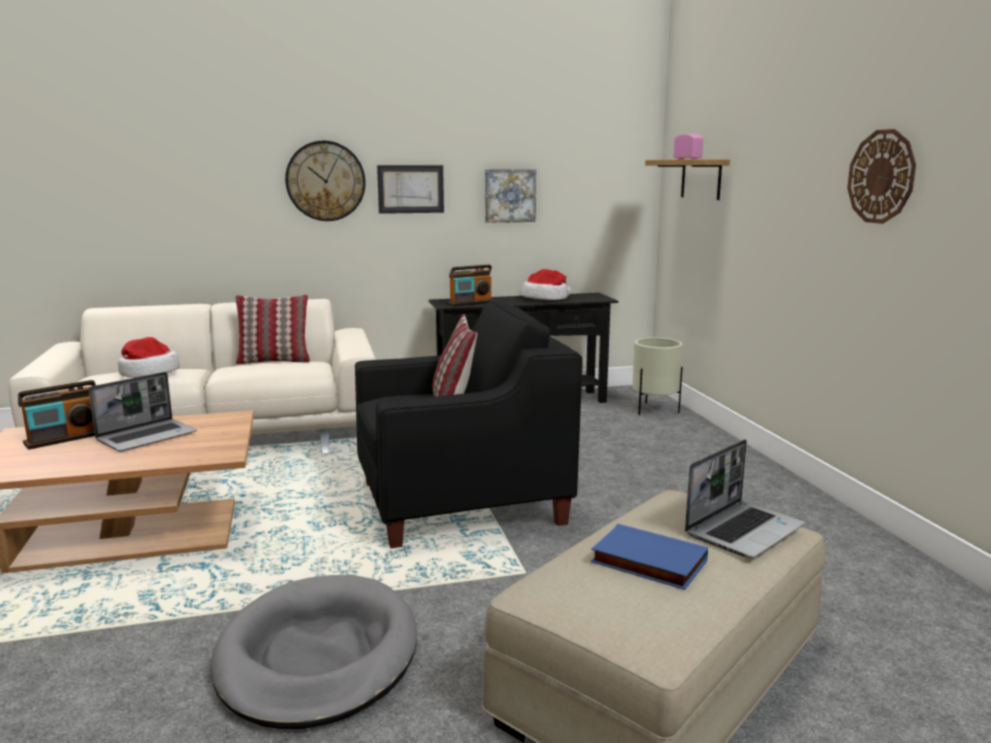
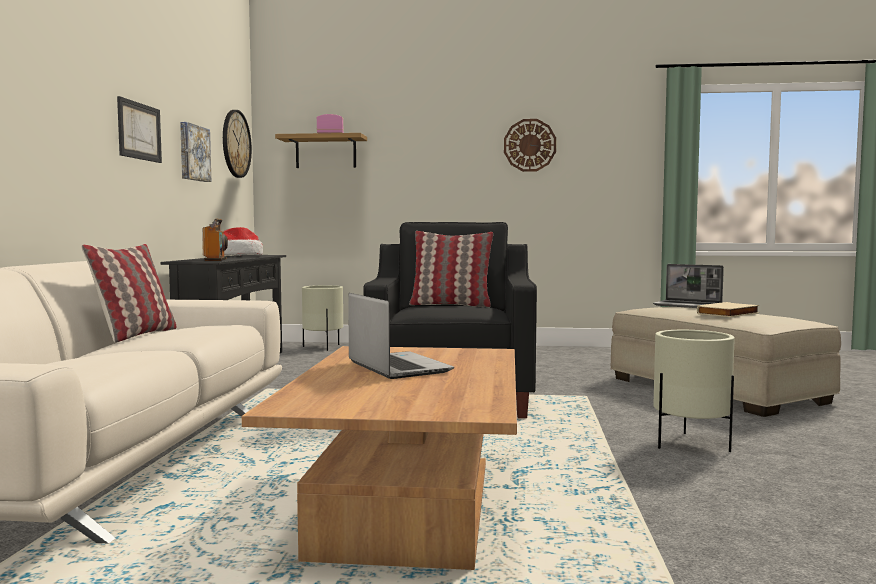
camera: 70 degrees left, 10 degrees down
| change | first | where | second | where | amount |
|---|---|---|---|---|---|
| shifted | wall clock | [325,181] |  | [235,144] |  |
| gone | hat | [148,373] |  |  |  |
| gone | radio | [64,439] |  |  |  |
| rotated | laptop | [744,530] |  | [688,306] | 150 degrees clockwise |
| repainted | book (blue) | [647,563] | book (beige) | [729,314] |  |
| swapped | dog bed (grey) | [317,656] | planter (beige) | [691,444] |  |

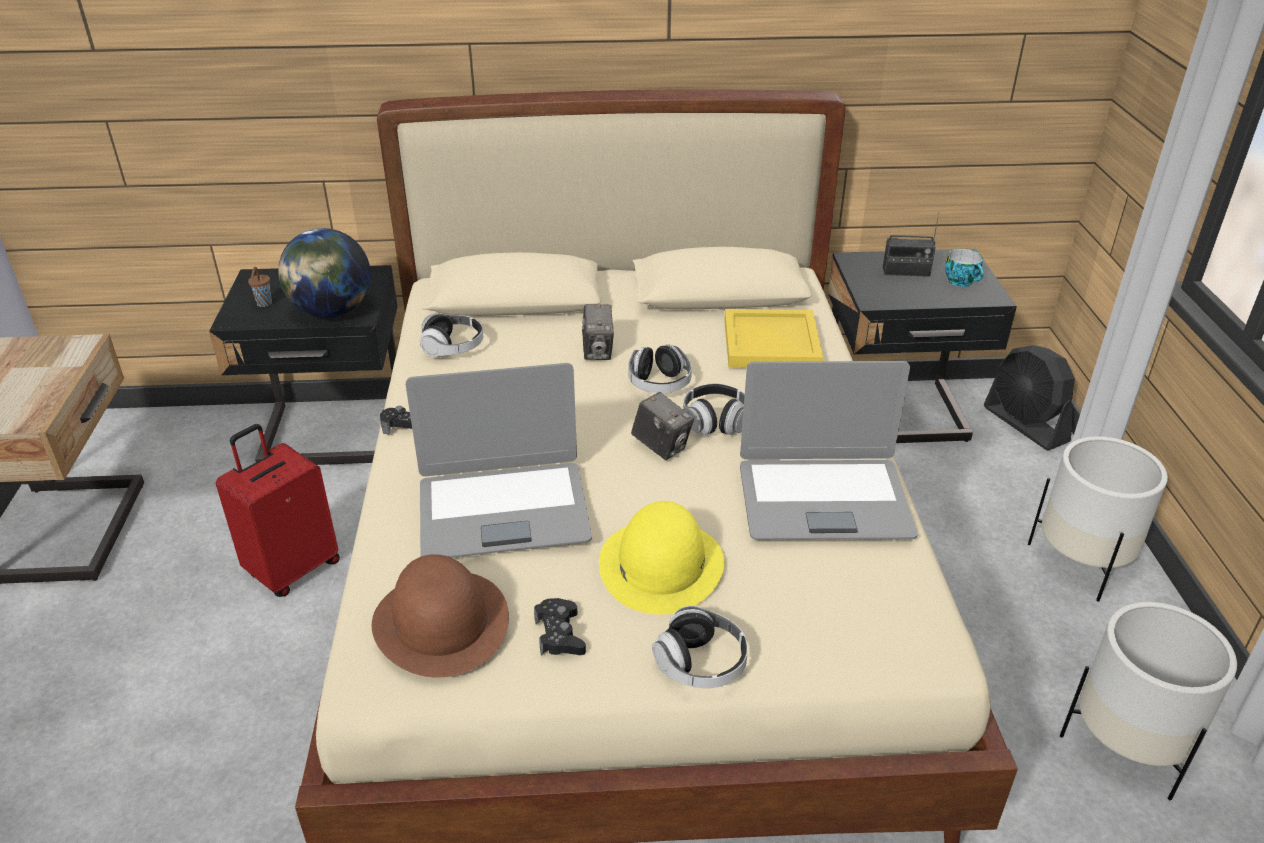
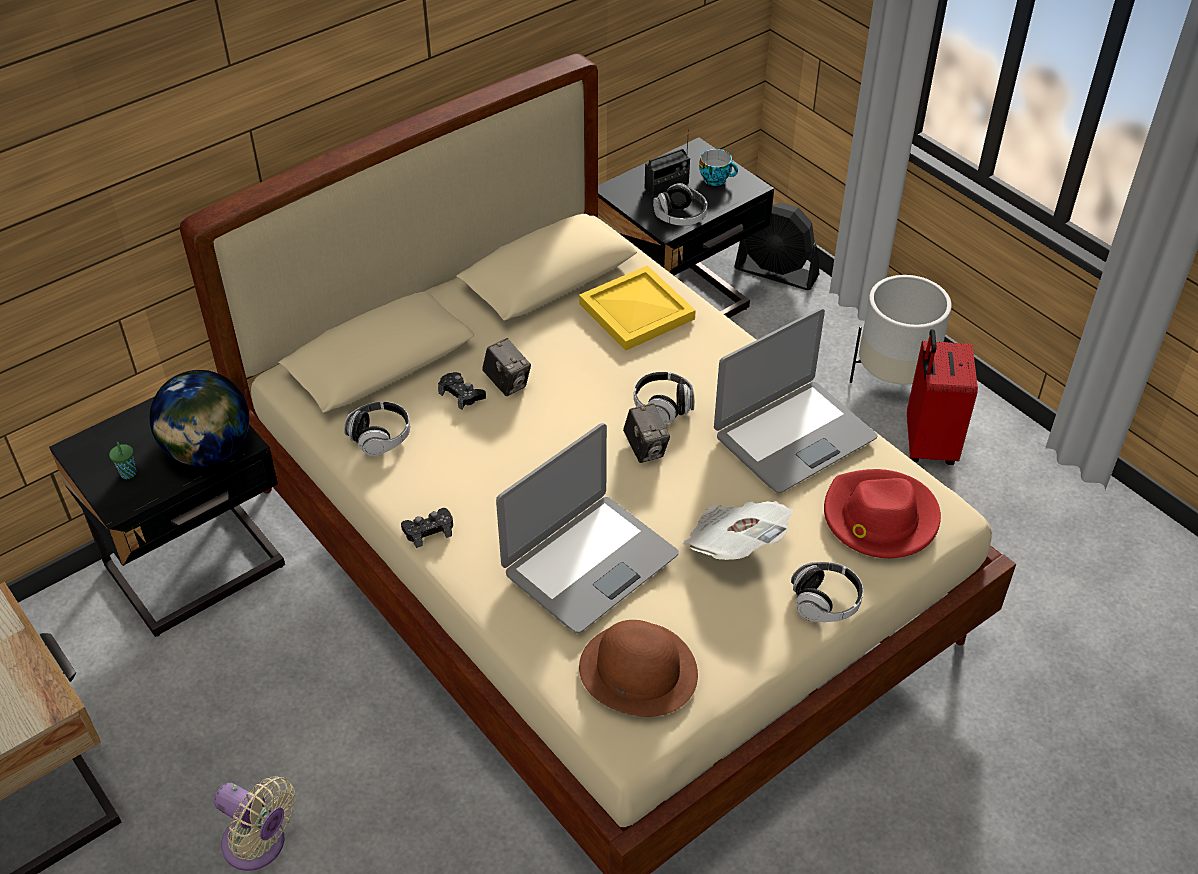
camera: 35 degrees left, 10 degrees up
| change | first | where | second | where | amount |
|---|---|---|---|---|---|
| repainted | cup (brown) | [264,304] | cup (green) | [128,474] |  |
| shifted | headphones | [659,384] |  | [680,217] |  |
| rotated | photo camera | [661,446] |  | [645,449] | 60 degrees clockwise |
| shifted | suitcase (red) | [293,568] |  | [927,444] |  |
| swapped | hat (yellow) | [661,564] | newspaper | [735,545] |  |
| shifted | game controller (black) | [559,634] |  | [461,394] |  |
| gone | planter (white) | [1126,747] |  |  |  |
| new |  |  | hat (red) | [879,518] |  |
| new |  |  | fan (beige) | [259,845] |  |

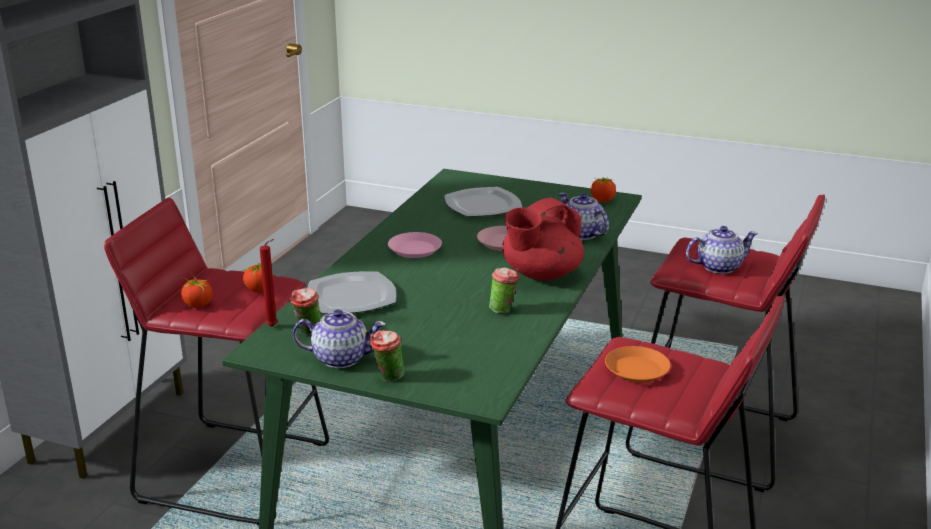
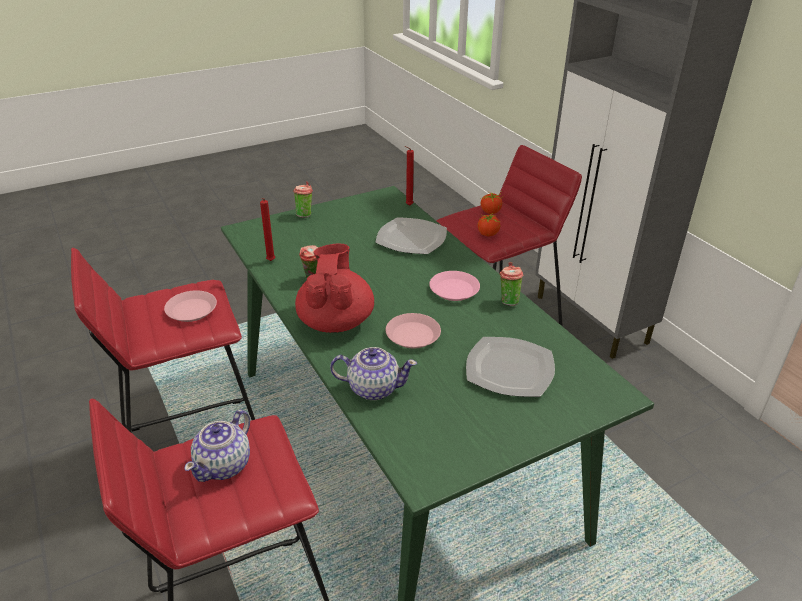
camera: 130 degrees right, 10 degrees up
| change | first | where | second | where | amount |
|---|---|---|---|---|---|
| gone | tomato | [602,200] |  |  |  |
| shifted | cup | [307,332] |  | [508,301] |  |
| gone | teapot | [340,358] |  |  |  |
| repainted | plate (orange) | [636,370] | plate (pink) | [191,310] |  |
| new |  |  | candle (red) | [270,261] |  |

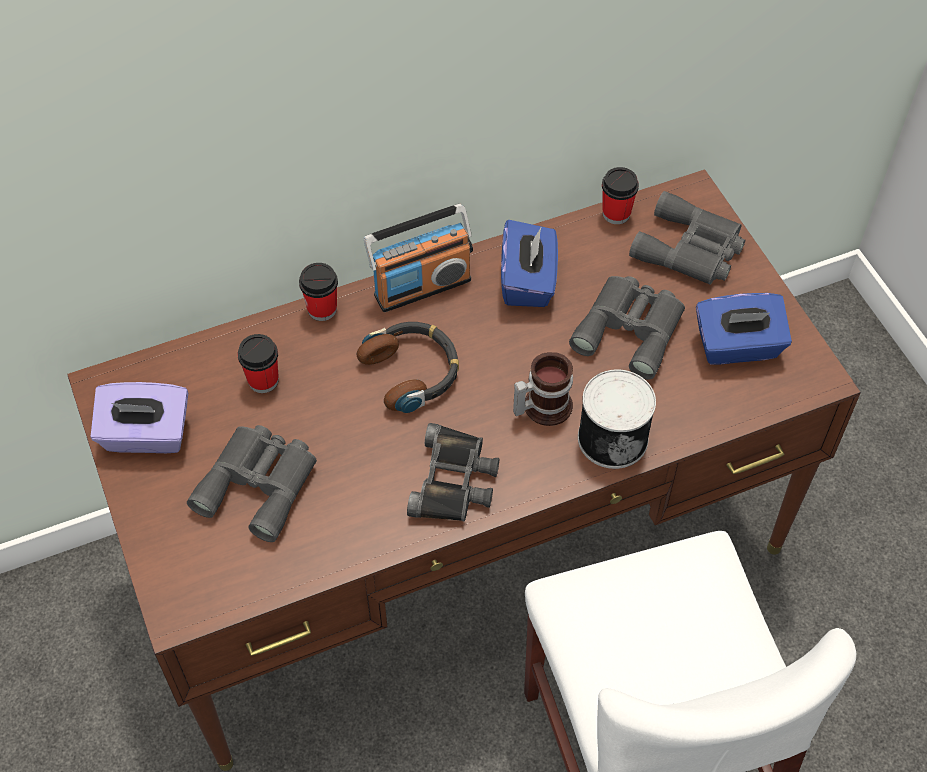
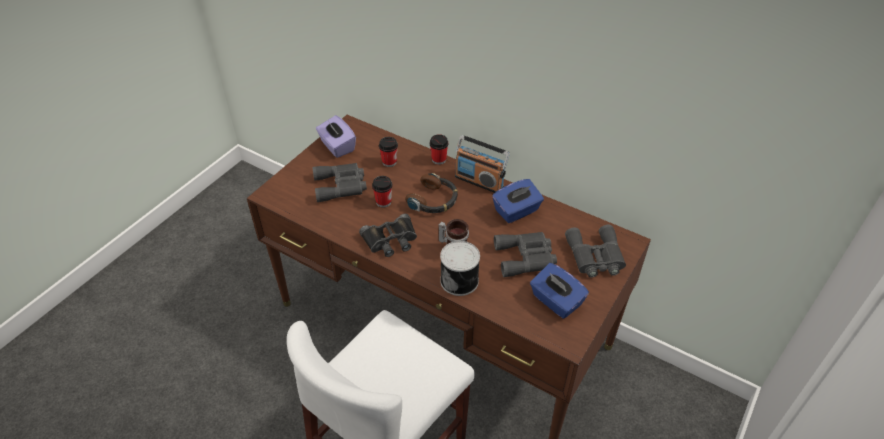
camera: 55 degrees right, 10 degrees down
| change | first | where | second | where | amount |
|---|---|---|---|---|---|
| shifted | cup | [616,213] |  | [383,202] |  |

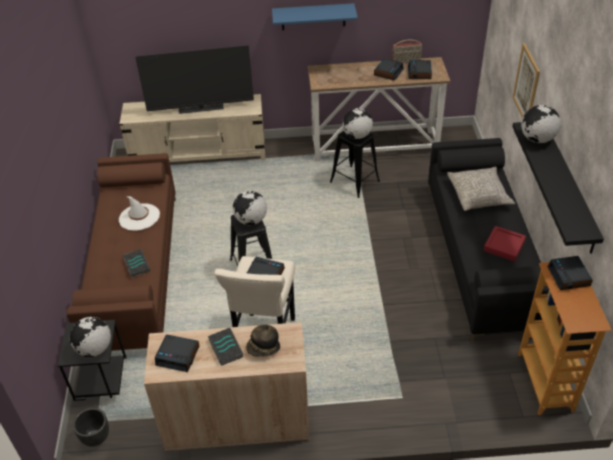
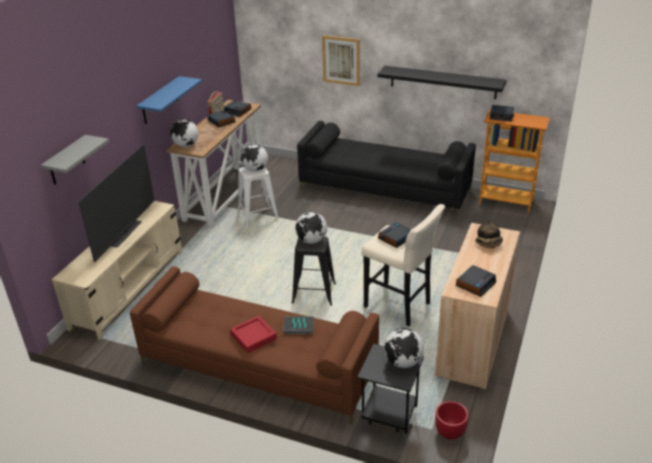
camera: 65 degrees left, 10 degrees down
| change | first | where | second | where | amount |
|---|---|---|---|---|---|
| shifted | globe | [537,139] |  | [186,145] |  |
| repainted | stool (black) | [354,181] | stool (white) | [258,216] |  |
| gone | pillow (grey) | [479,195] |  |  |  |
| gone | hat (white) | [139,217] |  |  |  |
| shifted | tray (red) | [504,246] |  | [253,337] |  |
| gone | book | [226,348] |  |  |  |
| repainted | planter (black) | [95,438] | planter (red) | [449,433] |  |
| new |  |  | shelf (grey) | [66,161] |  |

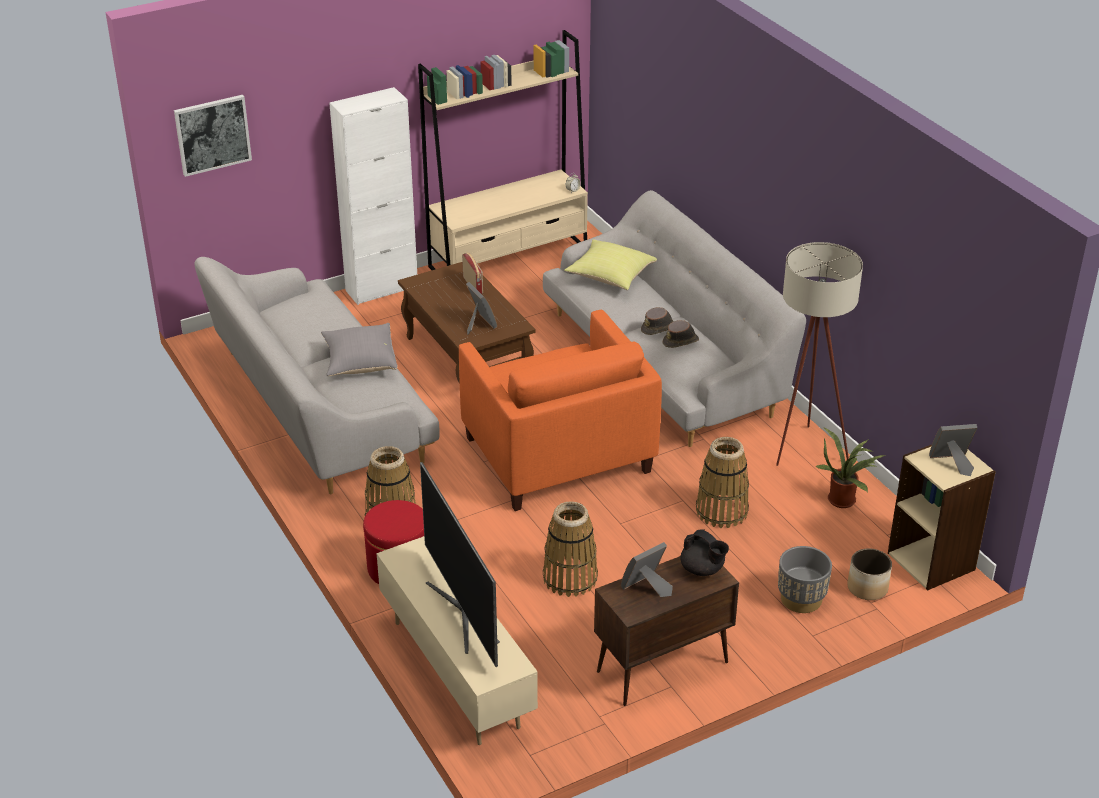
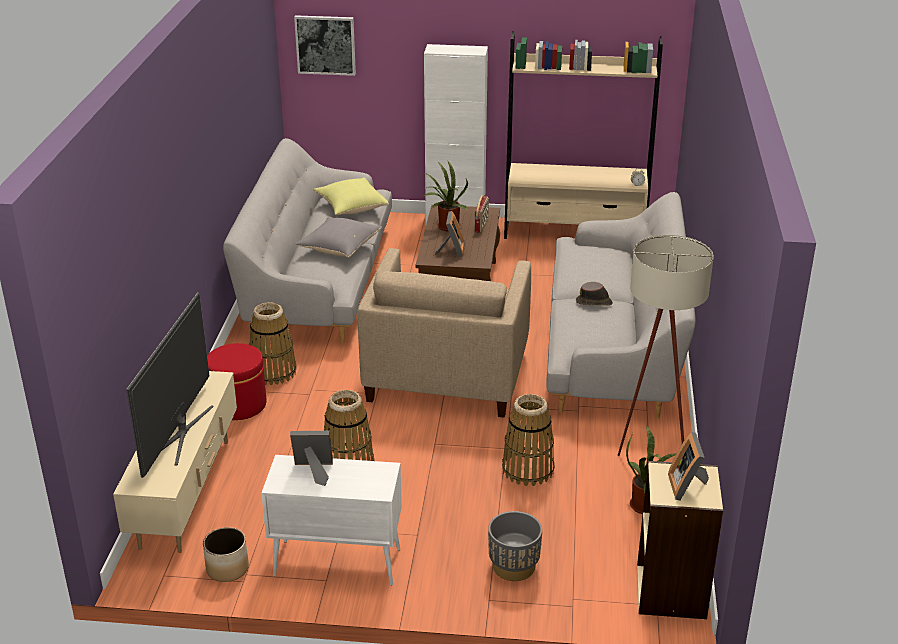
camera: 35 degrees right, 5 degrees down
| change | first | where | second | where | amount |
|---|---|---|---|---|---|
| shifted | pillow (yellow) | [609,277] |  | [351,208] |  |
| repainted | armchair (orange) | [557,454] | armchair (beige) | [446,376] |  |
| gone | hat (brown) | [681,341] |  |  |  |
| rotated | picture frame | [952,463] |  | [687,486] | 120 degrees counterclockwise |
| gone | teapot (black) | [702,569] |  |  |  |
| shifted | planter | [868,588] |  | [228,569] |  |
| repainted | cabinet (brown) | [661,668] | cabinet (white) | [336,563] |  |
| new |  |  | potted plant | [446,227] |  |

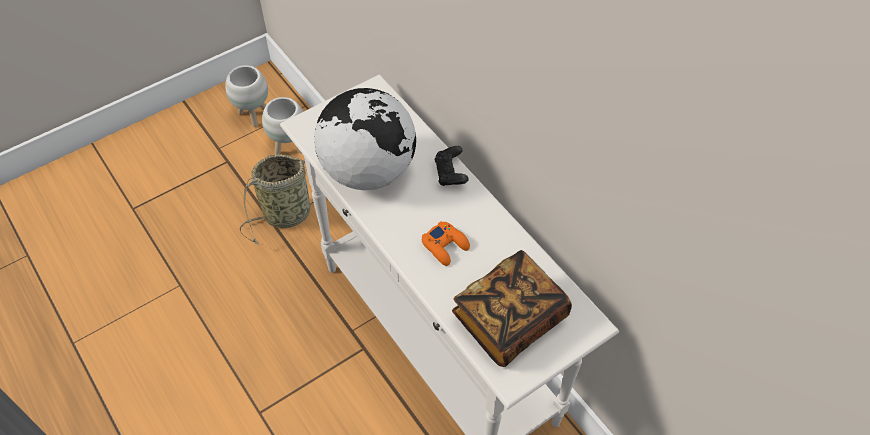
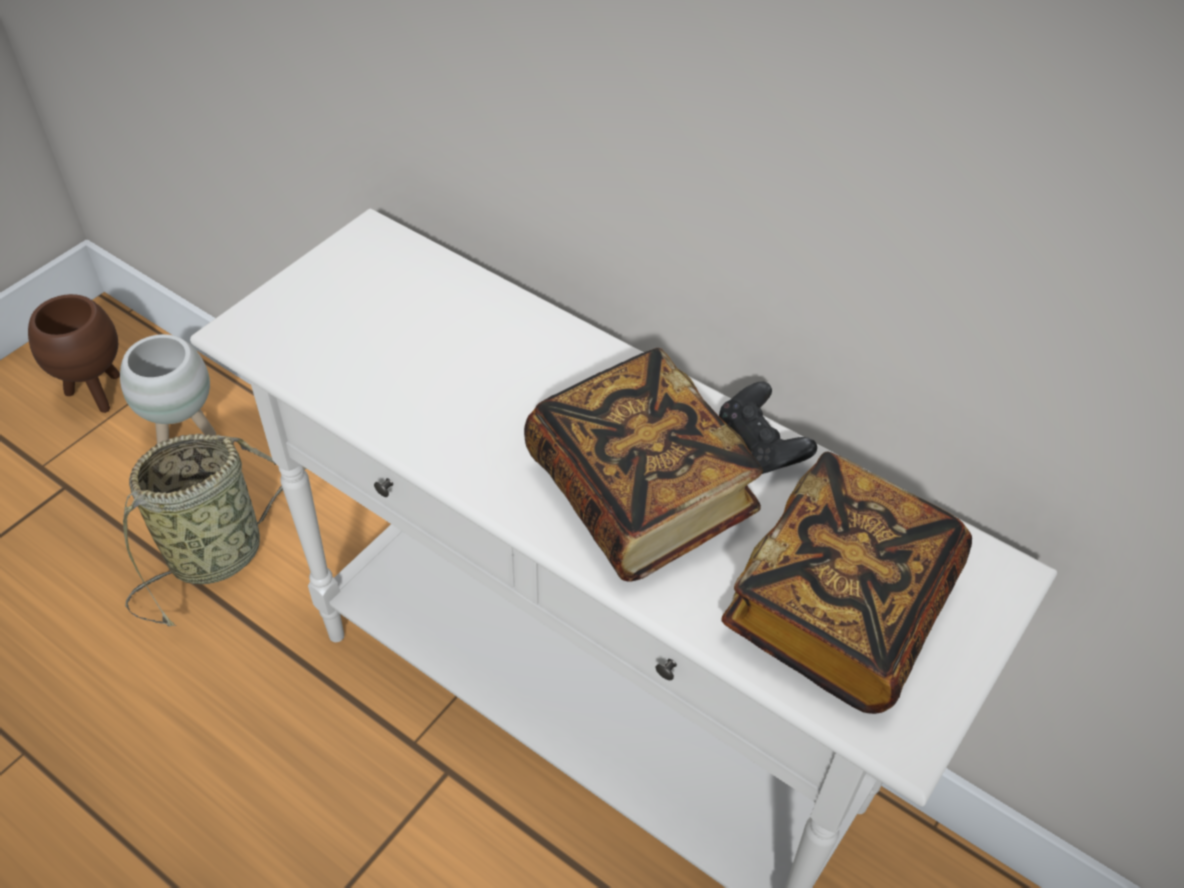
camera: 20 degrees left, 5 degrees down
| change | first | where | second | where | amount |
|---|---|---|---|---|---|
| repainted | planter (white) | [254,116] | planter (brown) | [98,393] |  |
| gone | globe | [368,171] |  |  |  |
| shifted | game controller (black) | [450,174] |  | [760,446] |  |
| swapped | game controller (orange) | [445,246] | book | [639,494] |  |

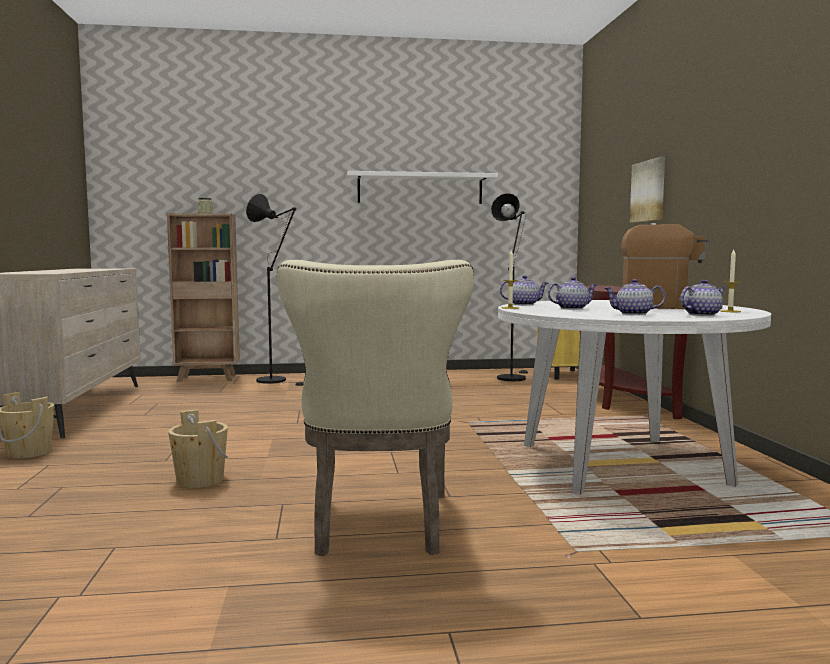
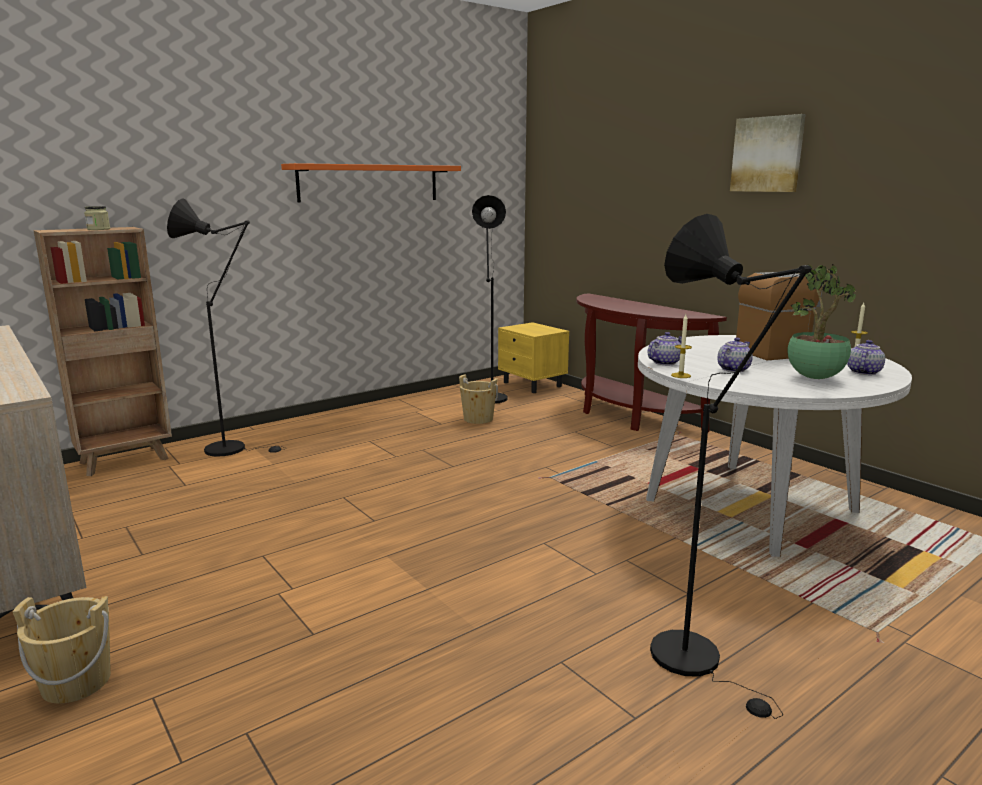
camera: 30 degrees left, 10 degrees up
| change | first | where | second | where | amount |
|---|---|---|---|---|---|
| shifted | picture | [649,191] |  | [767,154] |  |
| repainted | shelf (white) | [420,189] | shelf (orange) | [369,183] |  |
| swapped | chair (beige) | [379,527] | floor lamp (black) | [697,661] |  |
| swapped | teapot | [633,314] | potted plant | [816,378] |  |
| shifted | bucket (beige) | [200,480] |  | [478,419] |  |

